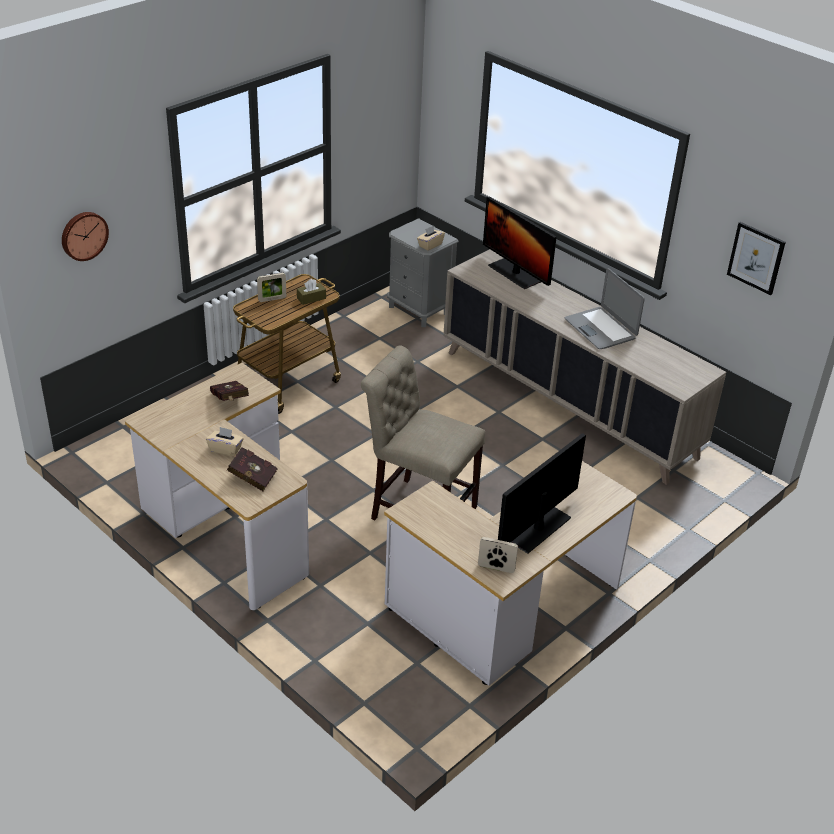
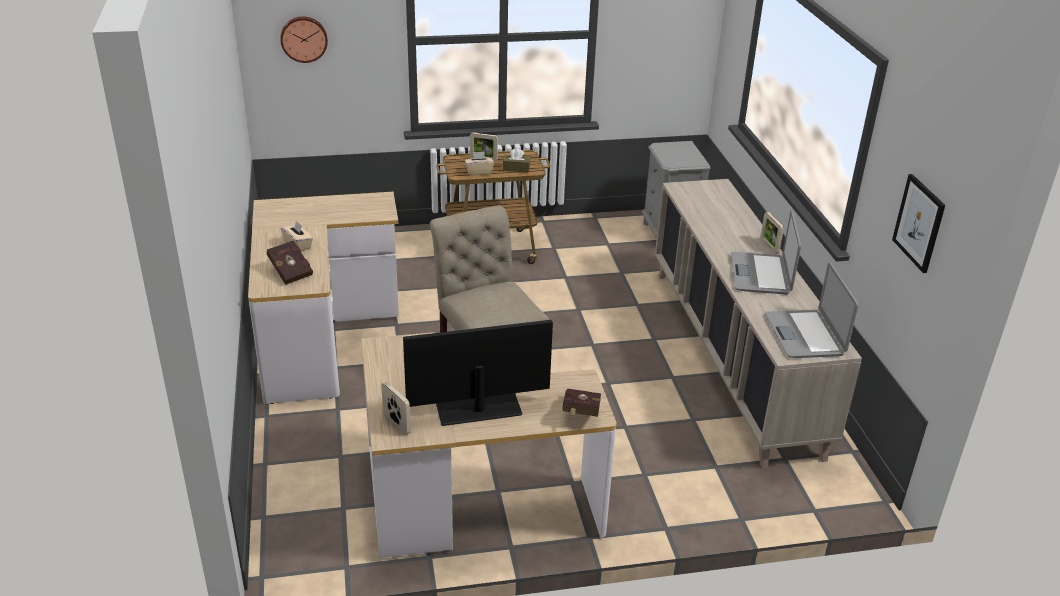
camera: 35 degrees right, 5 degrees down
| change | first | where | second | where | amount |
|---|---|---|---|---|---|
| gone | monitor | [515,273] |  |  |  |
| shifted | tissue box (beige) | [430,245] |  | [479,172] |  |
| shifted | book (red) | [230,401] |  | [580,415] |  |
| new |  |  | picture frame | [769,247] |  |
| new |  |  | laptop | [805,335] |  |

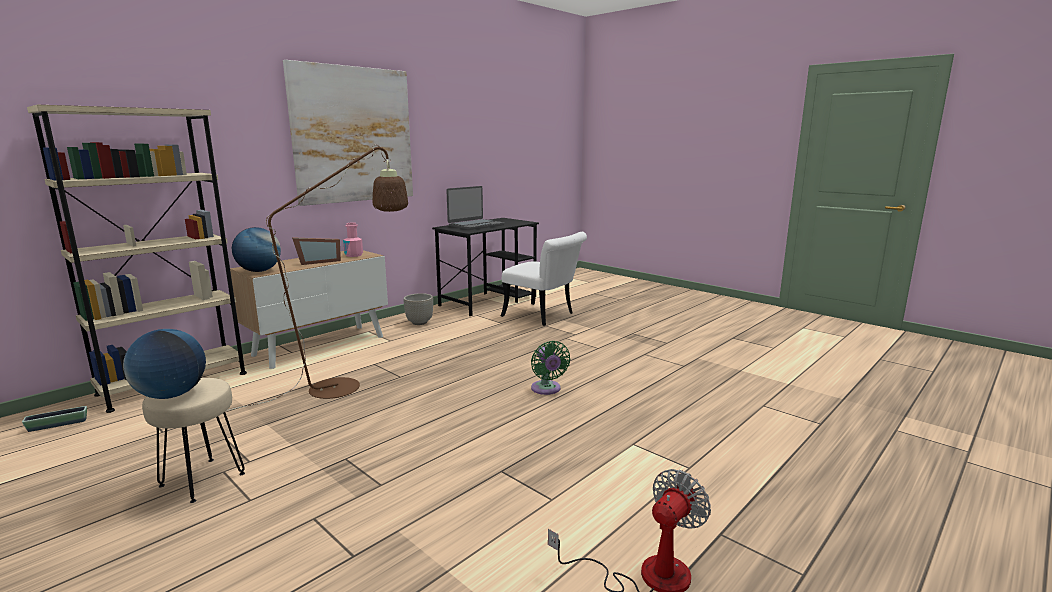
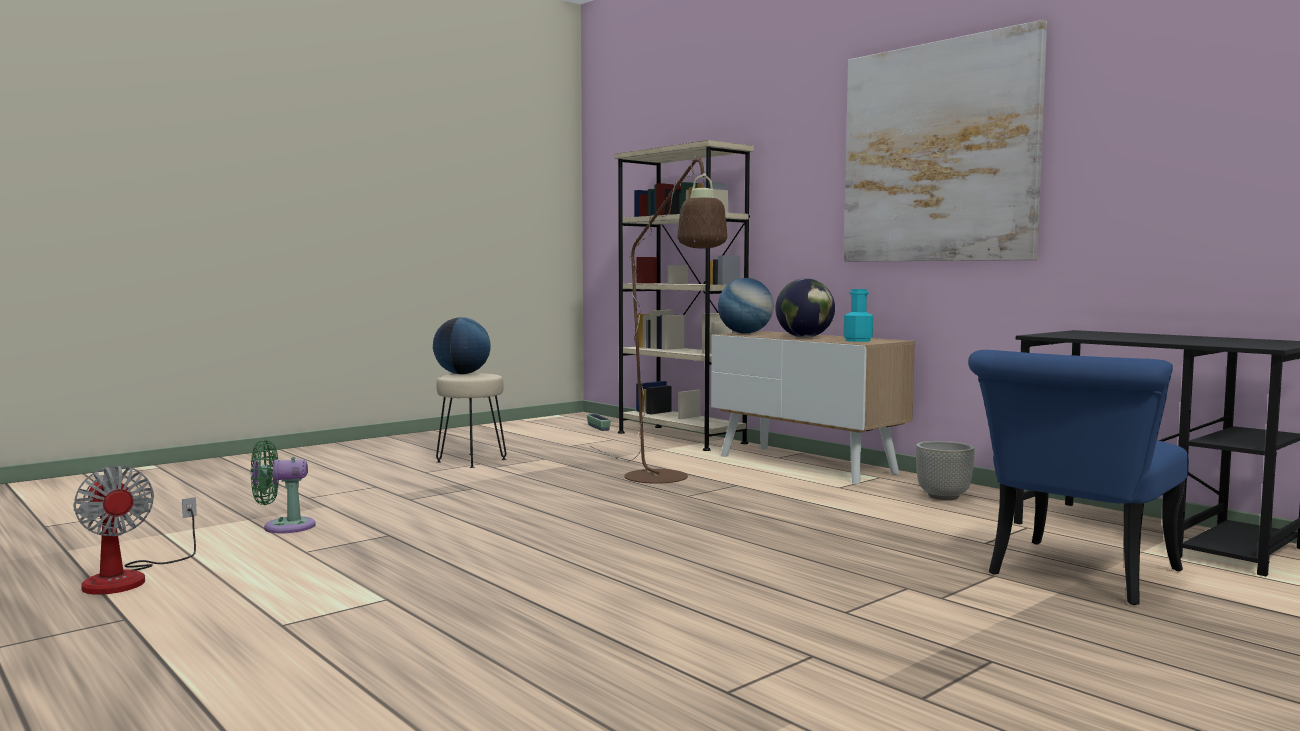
camera: 95 degrees right, 10 degrees down
| change | first | where | second | where | amount |
|---|---|---|---|---|---|
| gone | laptop | [475,225] |  |  |  |
| repainted | bottle (pink) | [354,255] | bottle (turquoise) | [858,340] |  |
| repainted | chair (white) | [544,316] | chair (blue) | [1076,577] |  |
| swapped | picture frame | [318,262] | globe | [804,337] |  |
| shifted | fan (green) | [547,389] |  | [283,527] |  |

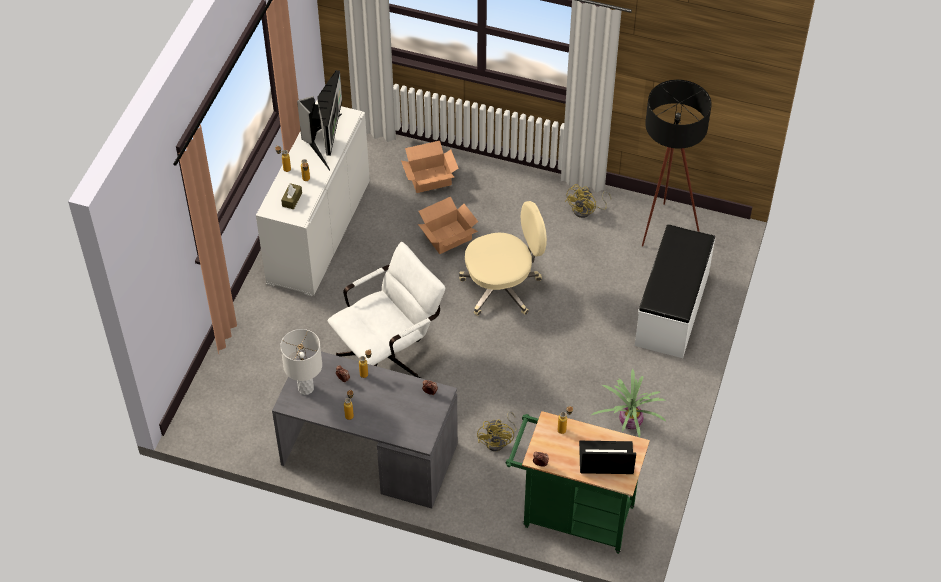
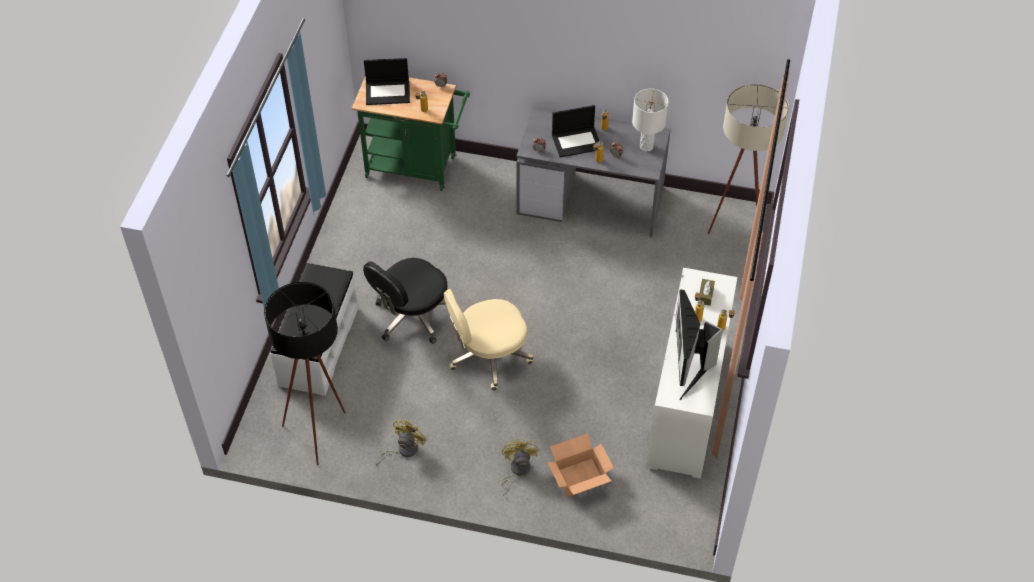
camera: 175 degrees right, 0 degrees up
| change | first | where | second | where | amount |
|---|---|---|---|---|---|
| gone | cardboard box | [449,237] |  |  |  |
| gone | office chair (white) | [389,357] |  |  |  |
| gone | potted plant | [629,422] |  |  |  |
| shifted | fan (yellow) | [499,440] |  | [517,470] |  |
| new |  |  | floor lamp (beige) | [734,234] |  |
| new |  |  | laptop | [577,141] |  |
| new |  |  | office chair (black) | [412,316] |  |

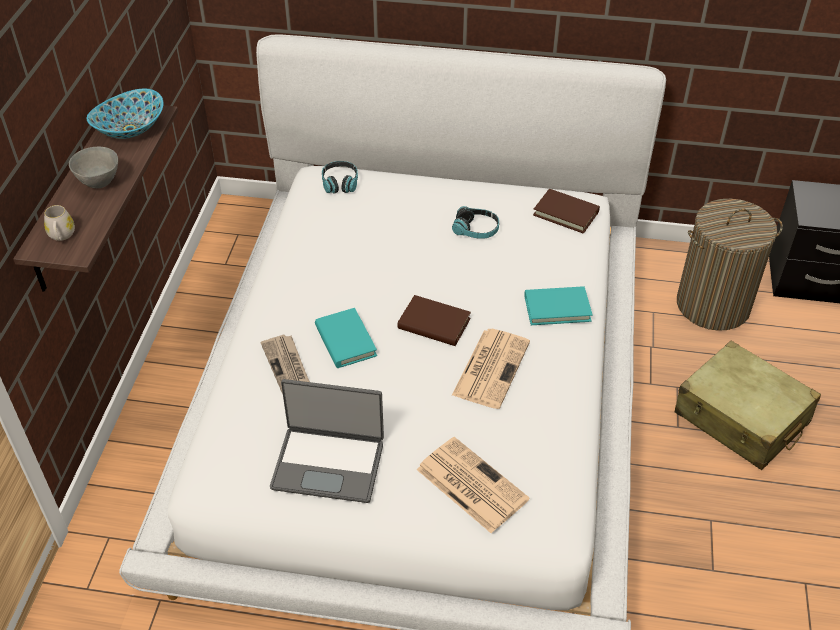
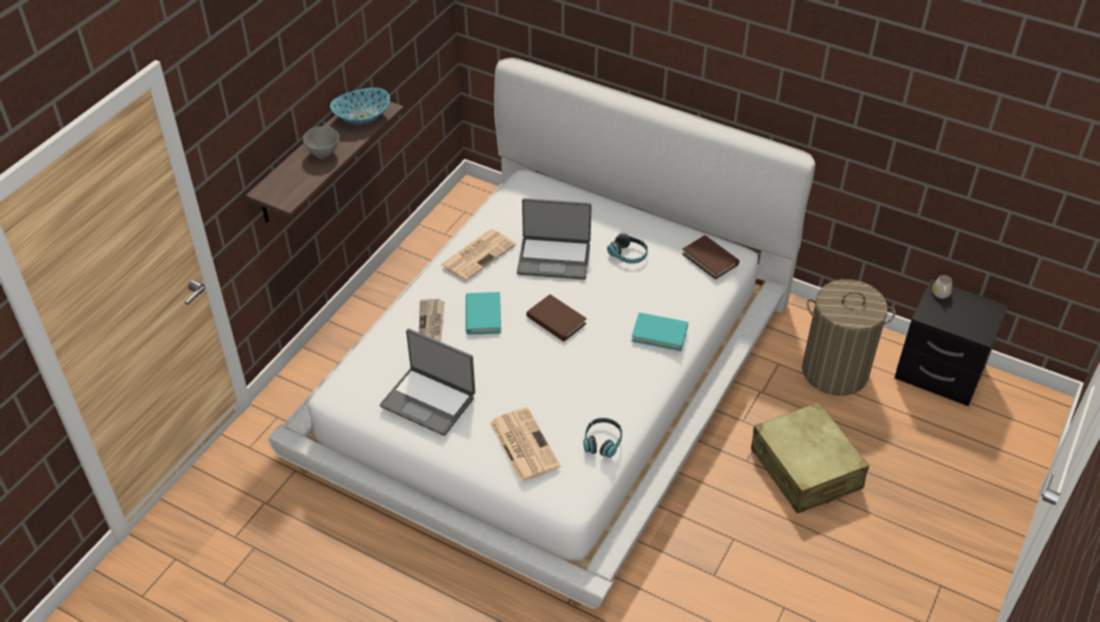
camera: 20 degrees right, 0 degrees up
| change | first | where | second | where | amount |
|---|---|---|---|---|---|
| shifted | headphones | [340,183] |  | [602,442] |  |
| shifted | mug (white) | [61,236] |  | [940,295] |  |
| shifted | newspaper | [491,367] |  | [478,254] |  |
| new |  |  | laptop | [554,258] |  |

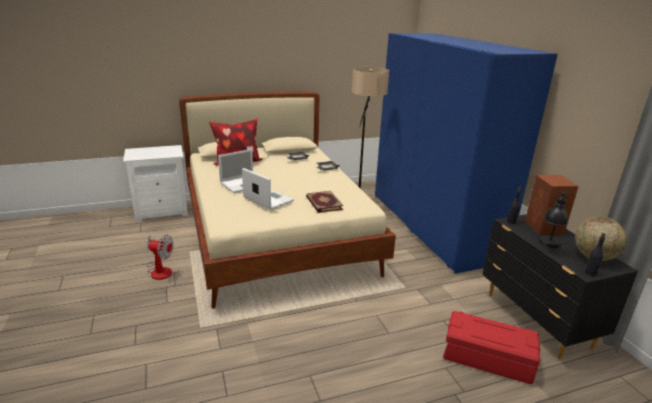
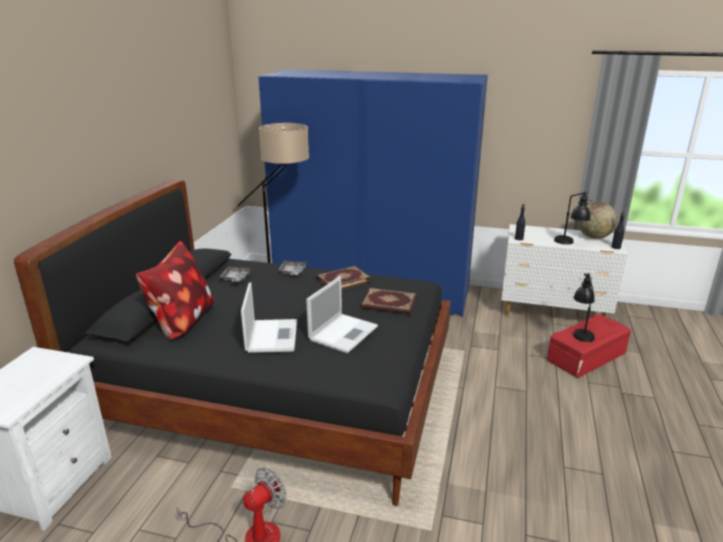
camera: 55 degrees left, 0 degrees up
| change | first | where | second | where | amount |
|---|---|---|---|---|---|
| repainted | bed (beige) | [276,235] | bed (black) | [276,392] |  |
| rotated | laptop | [267,199] |  | [344,332] | 135 degrees clockwise |
| gone | speaker (brown) | [544,228] |  |  |  |
| repainted | dresser (black) | [536,321] | dresser (white) | [553,314] |  |
| new |  |  | book | [343,280] |  |
| new |  |  | table lamp (black) | [580,331] |  |

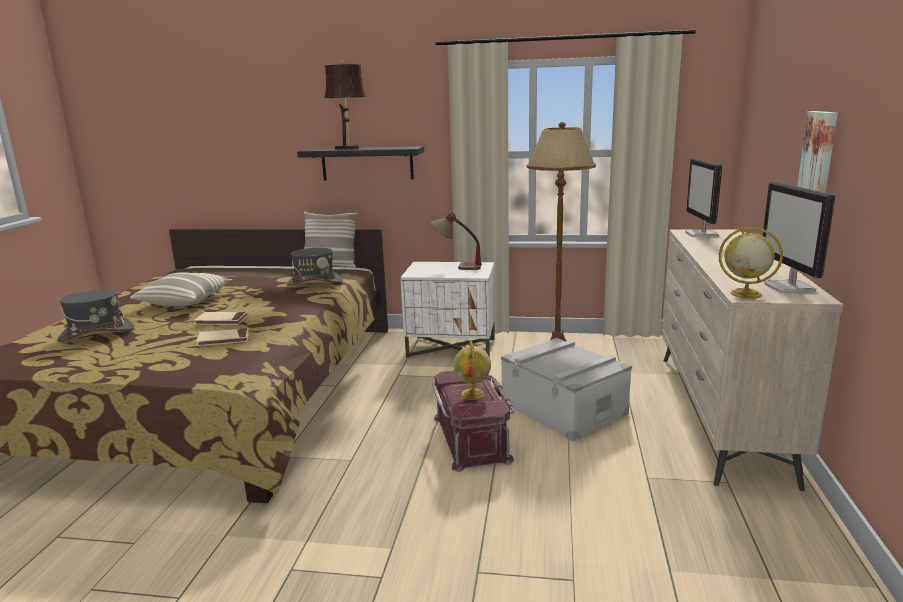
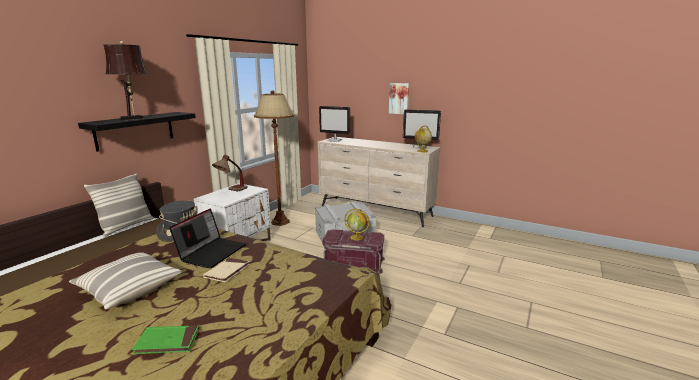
camera: 70 degrees left, 0 degrees up
| change | first | where | second | where | amount |
|---|---|---|---|---|---|
| swapped | hat (grey) | [97,334] | book (green) | [168,342] |  |
| gone | book (beige) | [223,340] |  |  |  |
| new |  |  | laptop | [212,252] |  |

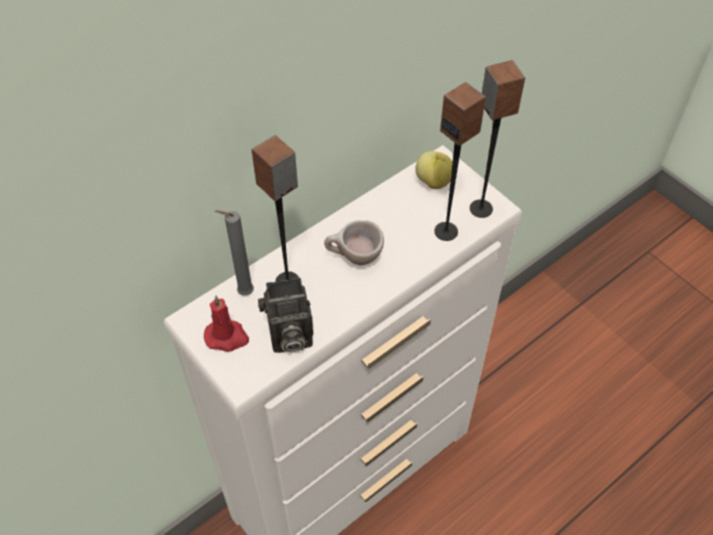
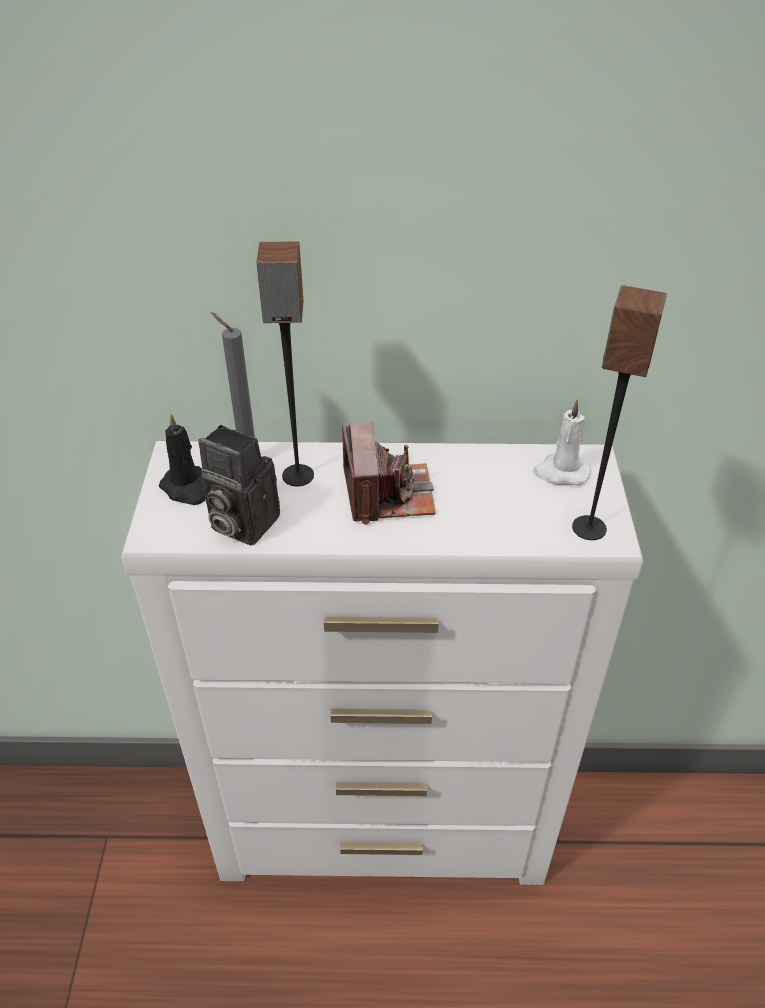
camera: 40 degrees right, 10 degrees down
| change | first | where | second | where | amount |
|---|---|---|---|---|---|
| gone | speaker | [446,231] |  |  |  |
| swapped | apple | [434,181] | candle (white) | [560,472] |  |
| swapped | cup (beige) | [354,259] | photo camera | [388,494] |  |
| repainted | candle (red) | [227,337] | candle (black) | [187,488] |  |

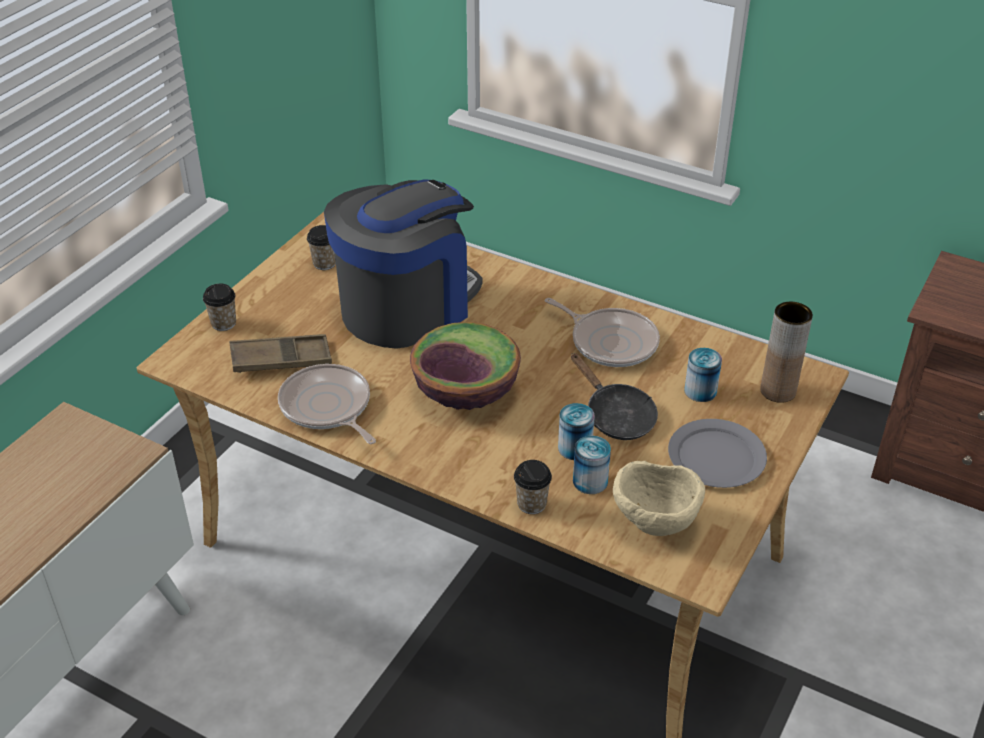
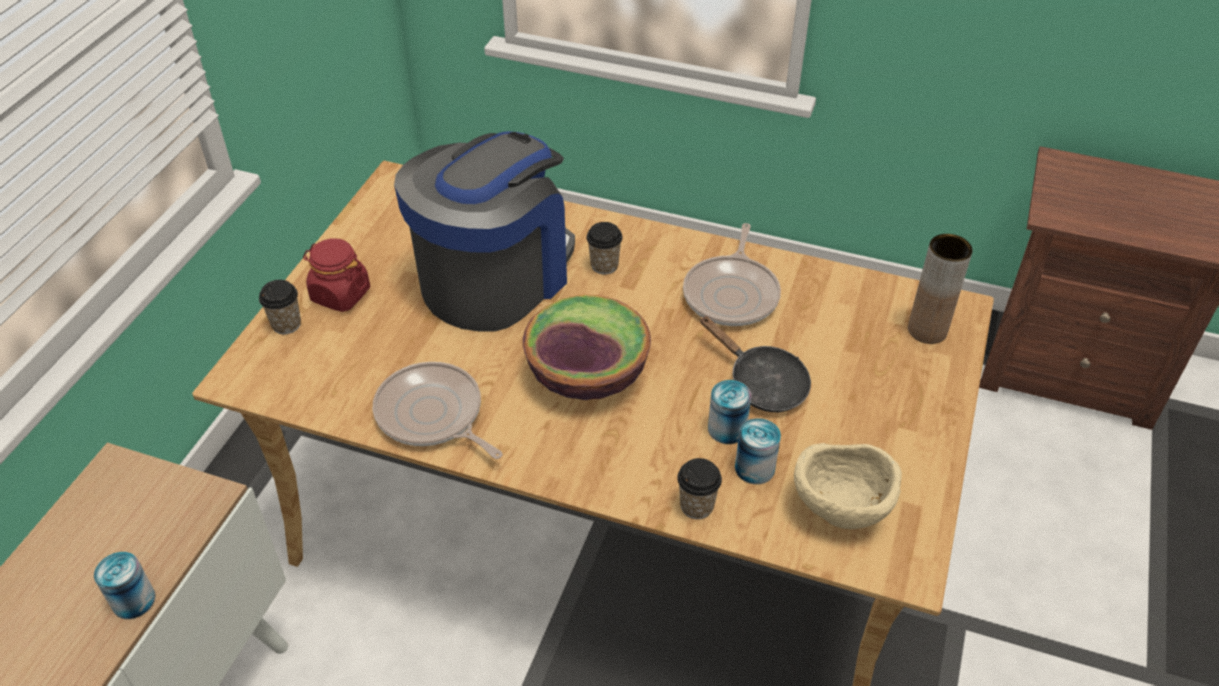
camera: 10 degrees left, 5 degrees up
| change | first | where | second | where | amount |
|---|---|---|---|---|---|
| shifted | cup | [324,263] |  | [604,265] |  |
| rotated | frying pan | [610,342] |  | [732,294] | 75 degrees clockwise |
| gone | tray (brown) | [281,360] |  |  |  |
| shifted | can | [700,391] |  | [133,600] |  |
| gone | plate (grey) | [715,457] |  |  |  |
| new |  |  | jar (red) | [340,294] |  |

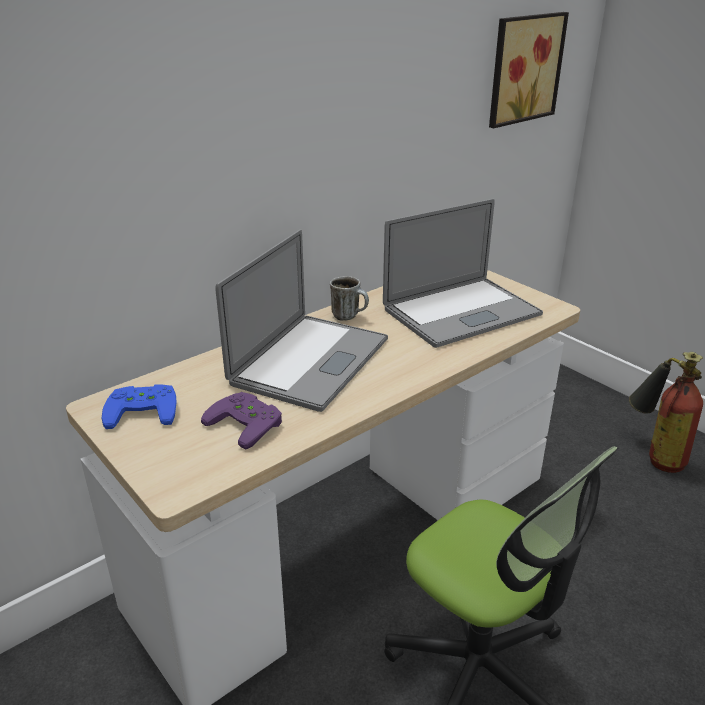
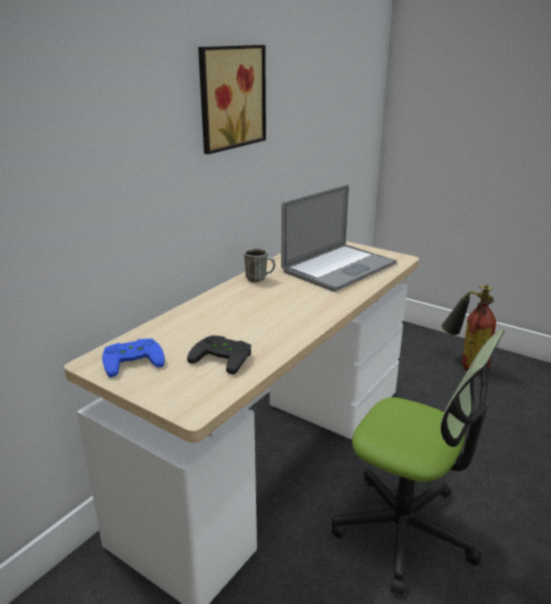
camera: 15 degrees left, 5 degrees down
| change | first | where | second | where | amount |
|---|---|---|---|---|---|
| shifted | picture | [522,68] |  | [229,97] |  |
| gone | laptop | [310,361] |  |  |  |
| repainted | game controller (purple) | [248,422] | game controller (black) | [224,356] |  |

